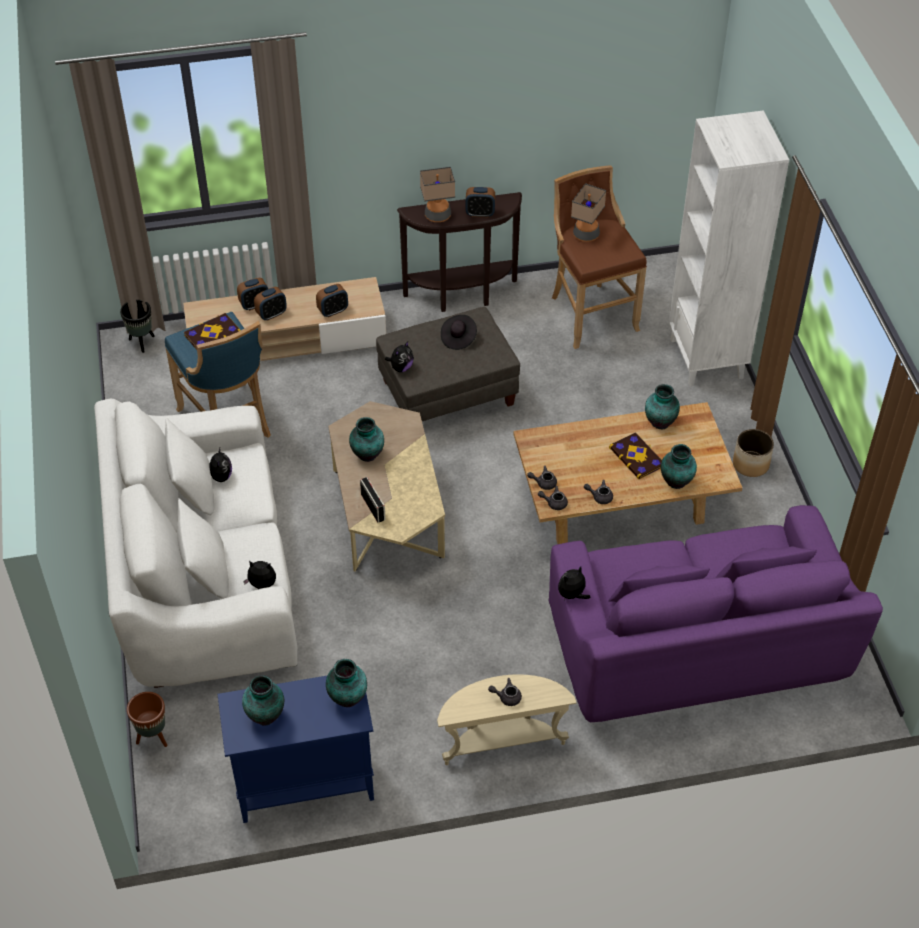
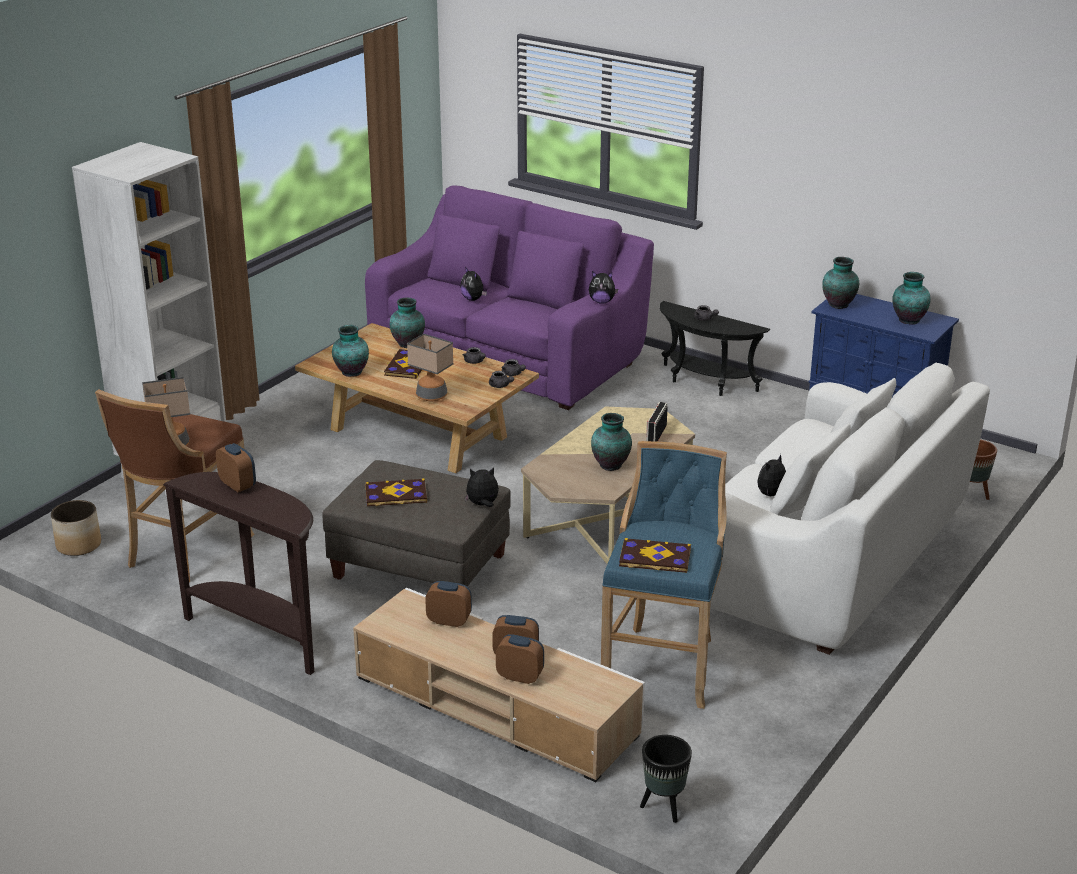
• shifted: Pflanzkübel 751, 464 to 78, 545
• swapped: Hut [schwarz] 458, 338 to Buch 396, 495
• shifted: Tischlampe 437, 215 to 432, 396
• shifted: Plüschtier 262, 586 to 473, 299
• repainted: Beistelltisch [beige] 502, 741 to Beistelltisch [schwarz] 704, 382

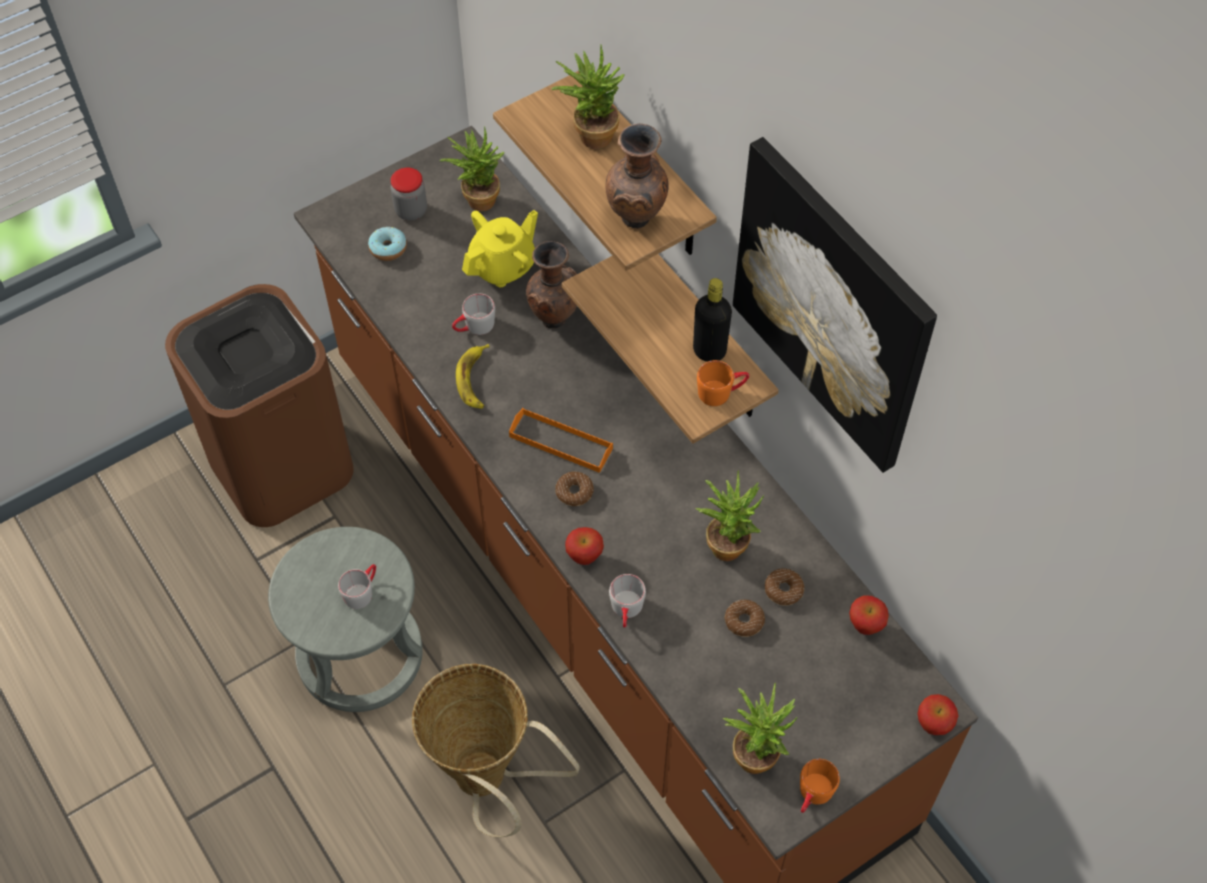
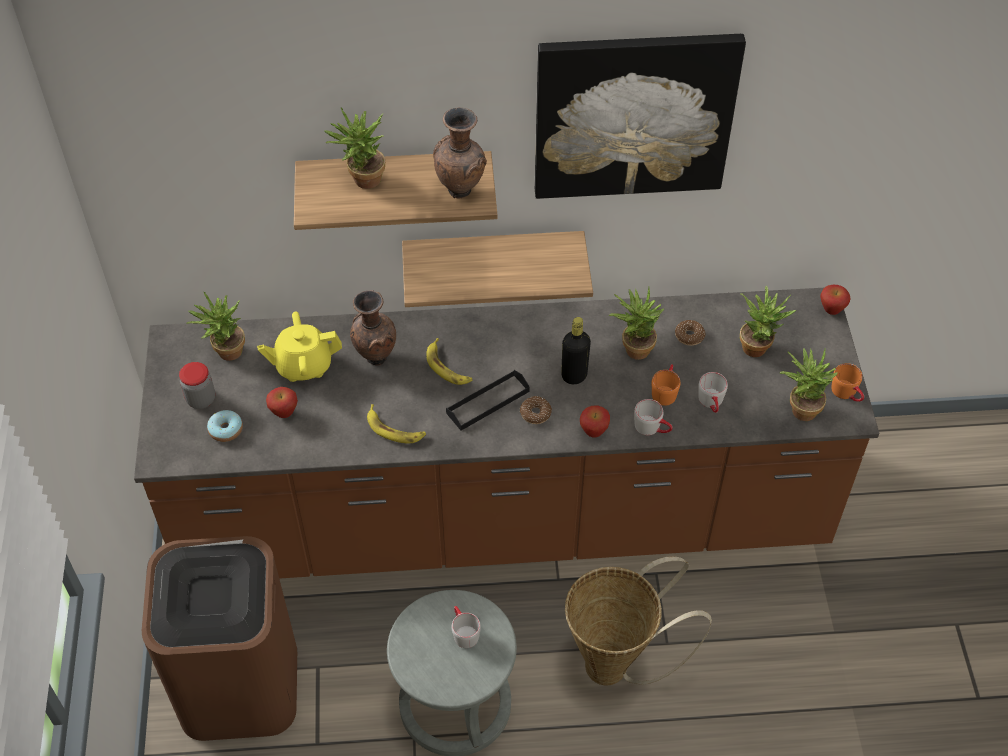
• rotated: Teekanne [gelb] 503, 266 = 303, 365 90 degrees counterclockwise
• shifted: Apfel 865, 627 to 284, 413
• new: Banane 447, 367
• repainted: Tablett [orange] 561, 442 to Tablett [schwarz] 488, 402
• shifted: Flasche [schwarz] 709, 351 to 574, 375
• shifted: Henkelbecher [orange] 721, 391 to 665, 391
• shifted: Henkelbecher [grau] 474, 327 to 712, 403
• new: Topfpflanze 758, 346
• gone: Donut 744, 621

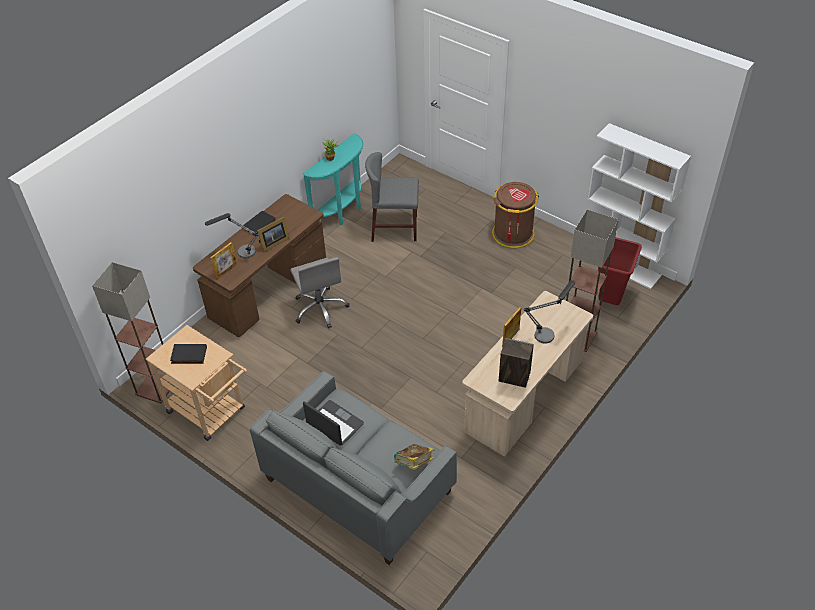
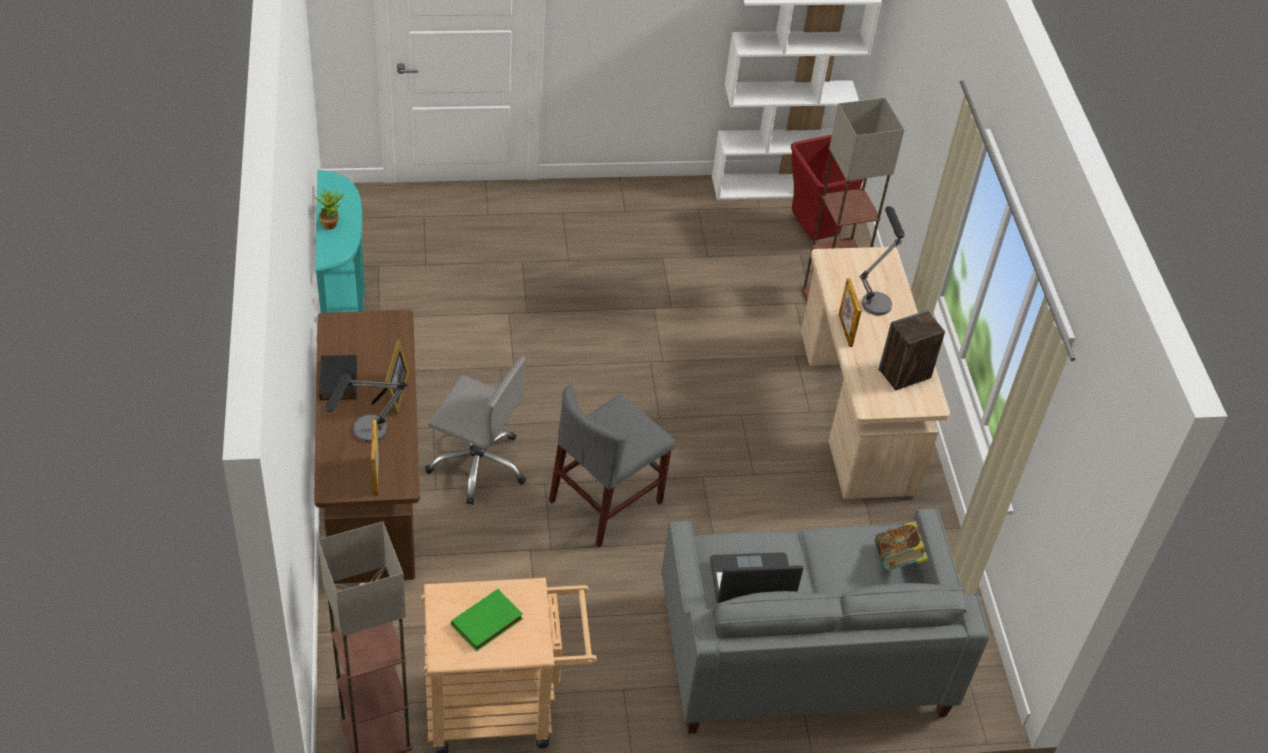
• repainted: Buch [schwarz] 188, 356 to Buch [grün] 487, 623
• shifted: Stuhl [grau] 394, 228 to 606, 501
• gone: Mülleimer [braun] 513, 234

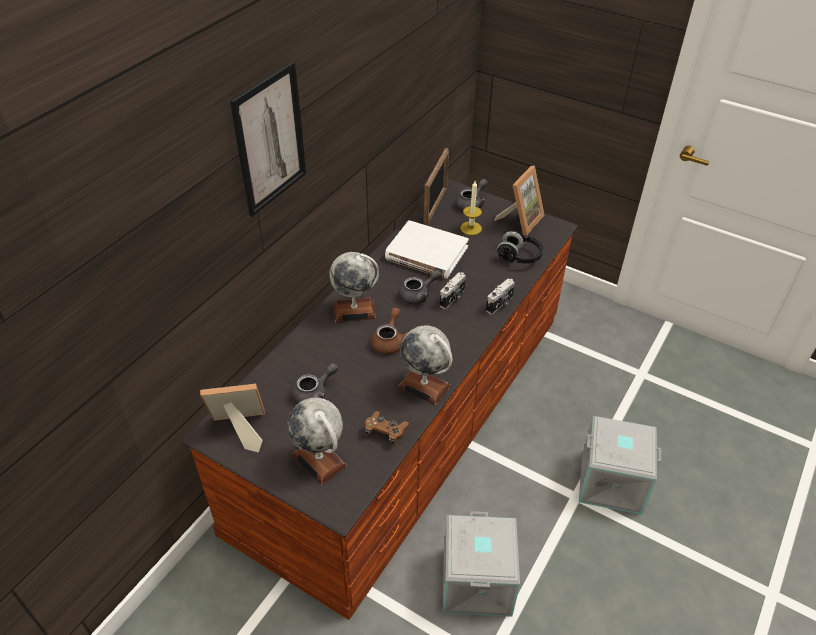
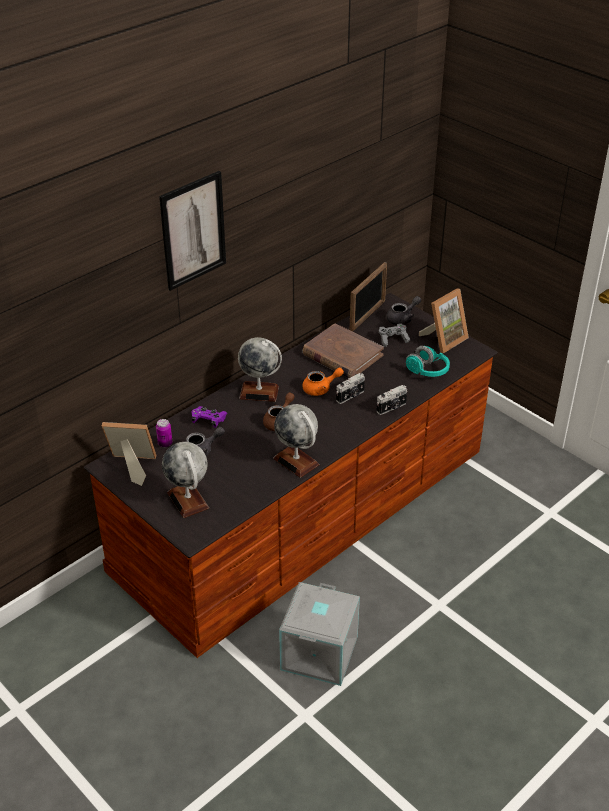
• new: Dose 165, 443
• new: Gamepad [lila] 208, 420
• repainted: Teekanne [grau] 418, 295 to Teekanne [orange] 320, 389
• repainted: Buch [weiß] 426, 253 to Buch [braun] 342, 355
• swapped: Kerze 471, 228 to Gamepad [grau] 393, 339
• repainted: Kopfhörer [schwarz] 519, 257 to Kopfhörer [türkis] 427, 371
• gone: Gamepad [braun] 386, 432
• gone: Aufbewahrungsbox [grau] 611, 481

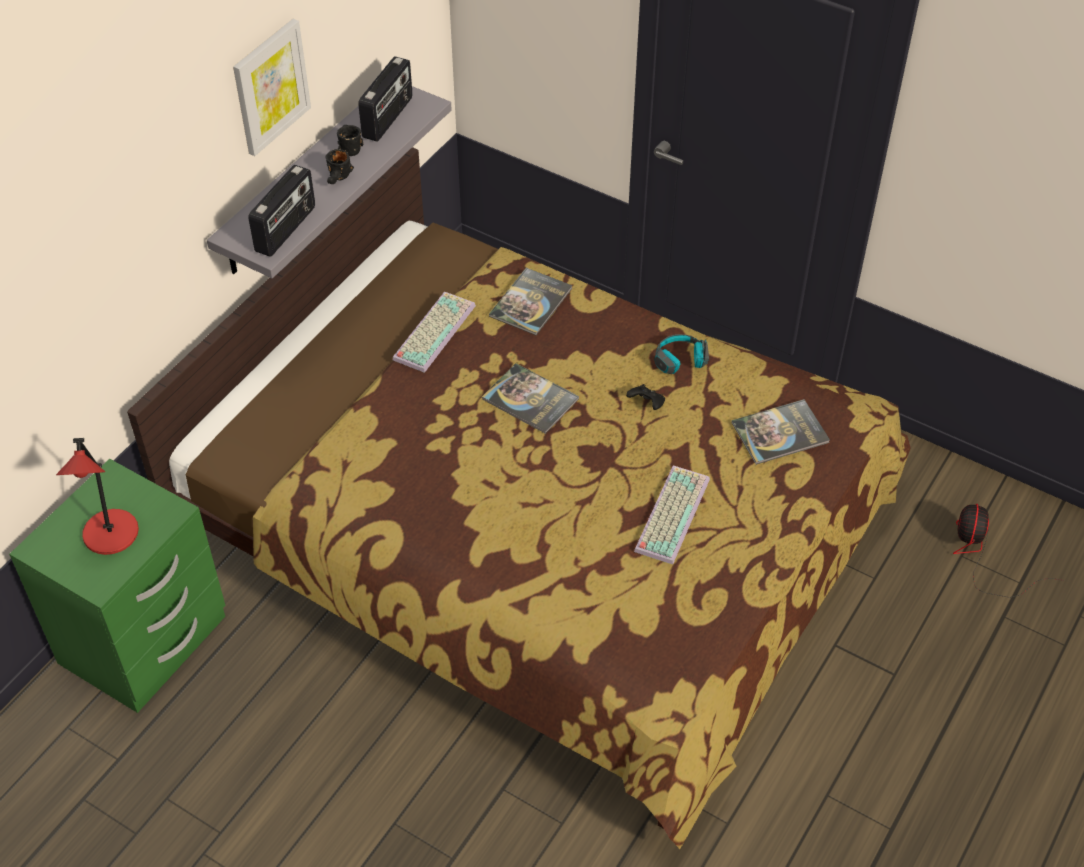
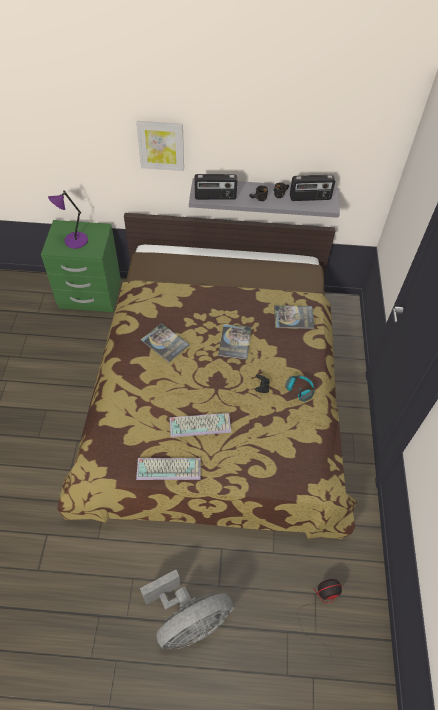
• repainted: Tischlampe [rot] 110, 535 to Tischlampe [lila] 74, 241
• shifted: Bild 270, 86 to 161, 145
• shifted: Tastatur 433, 331 to 169, 468
• new: Ventilator [grau] 188, 620
• shifted: Buch 780, 433 to 165, 343

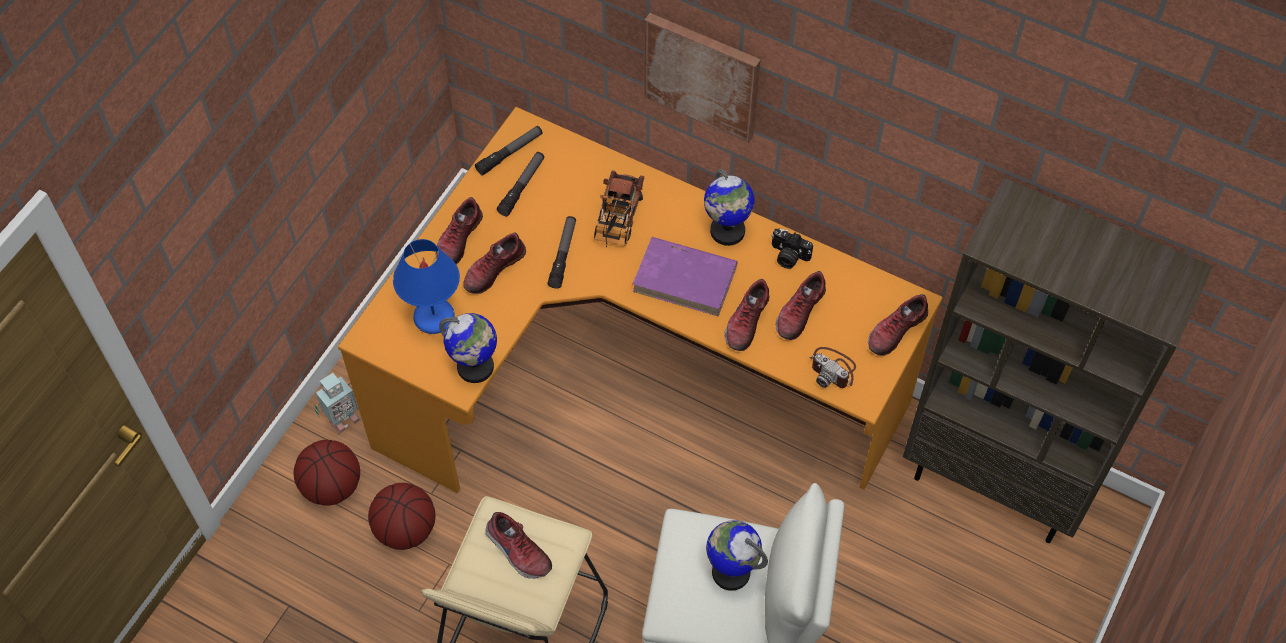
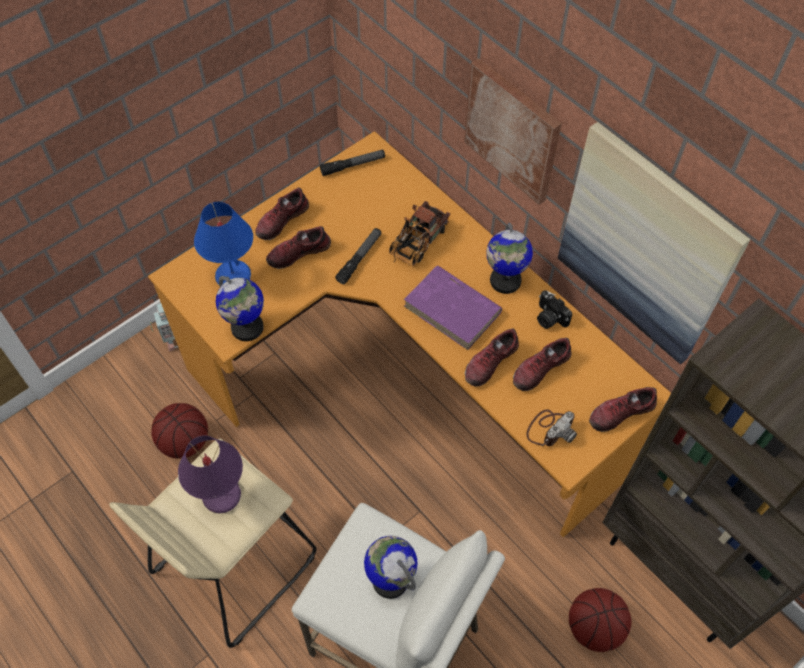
• swapped: Schuh 517, 551 to Tischlampe [lila] 222, 495
• rotated: Kamera 833, 369 = 550, 429 105 degrees counterclockwise
• new: Bild 645, 246
• shifted: Basketball 332, 486 to 595, 627
• gone: Taschenlampe 522, 187

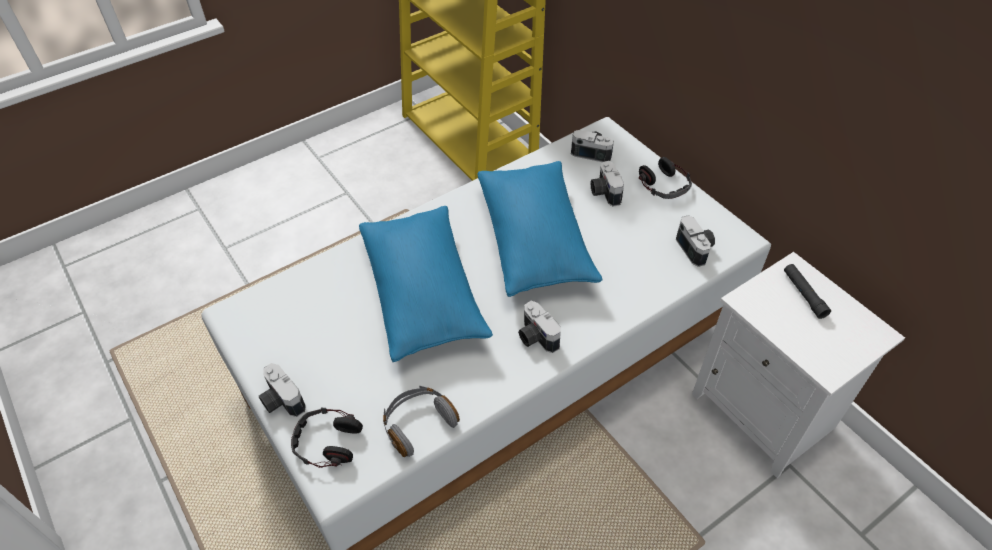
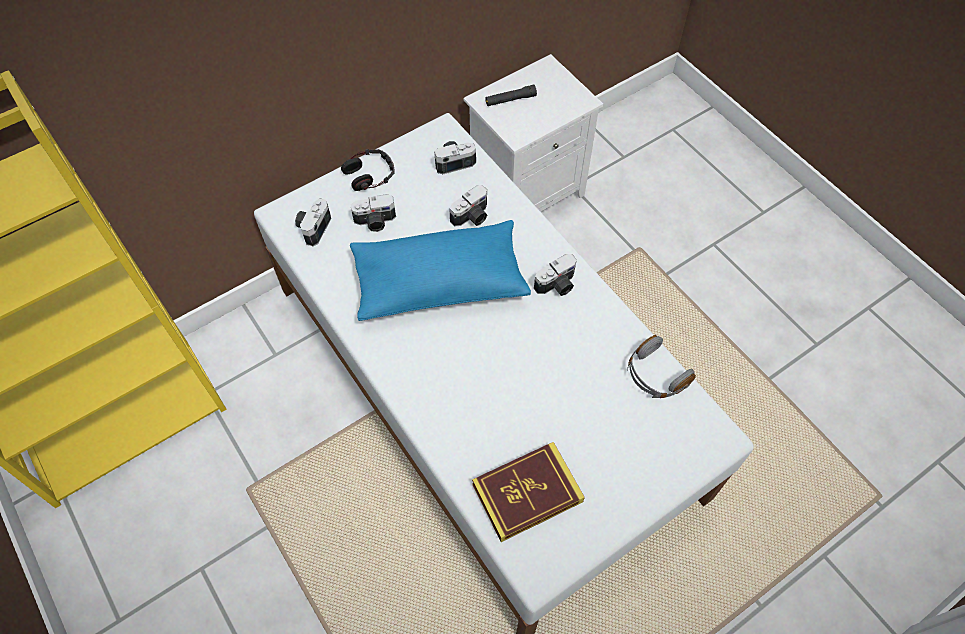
• shifted: Kamera 280, 401 to 472, 217
• new: Buch 527, 493
• gone: Kopfhörer 327, 442
• gone: Kissen [blau] 423, 294

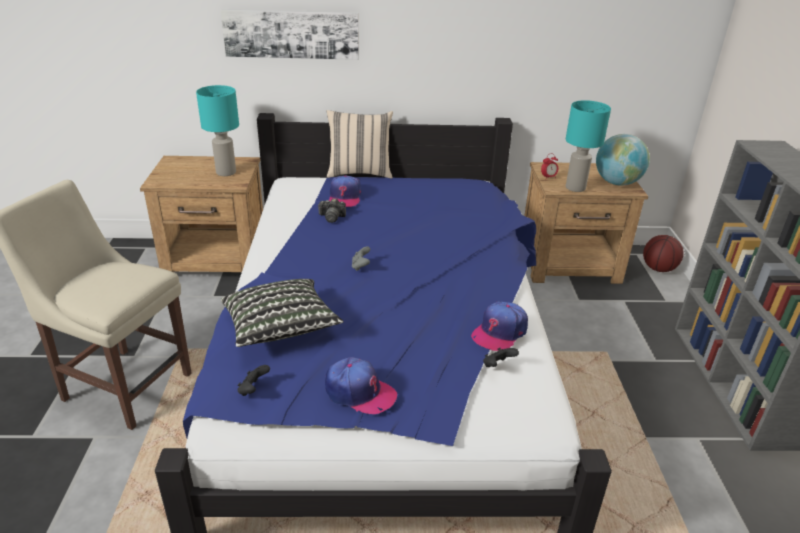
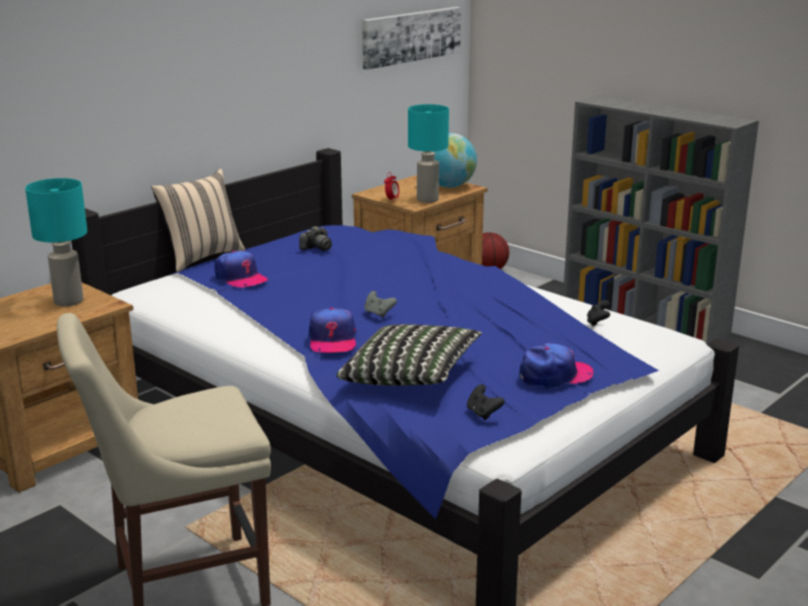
• shifted: Kamera 332, 217 to 317, 248
• shifted: Kappe 499, 332 to 332, 340
• shifted: Bild 291, 33 to 411, 36

